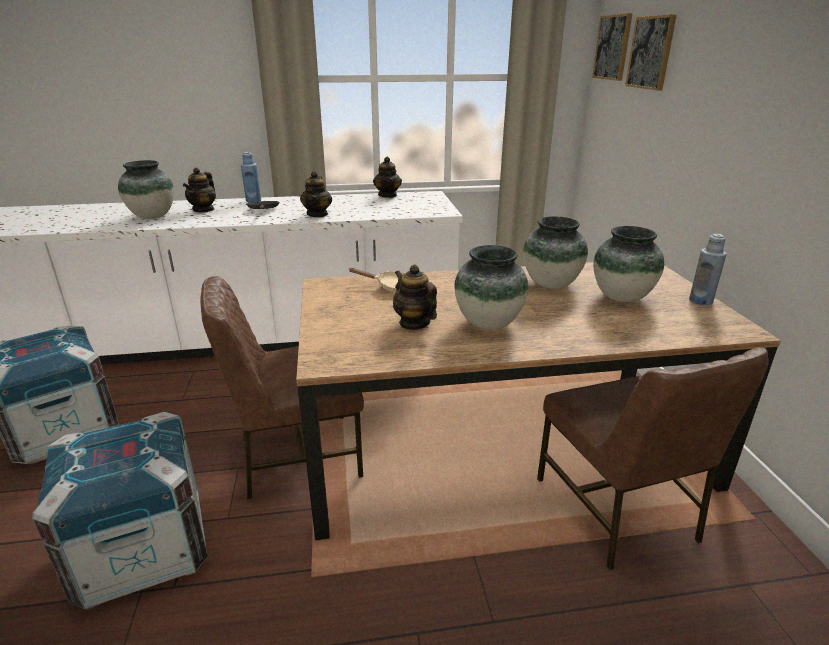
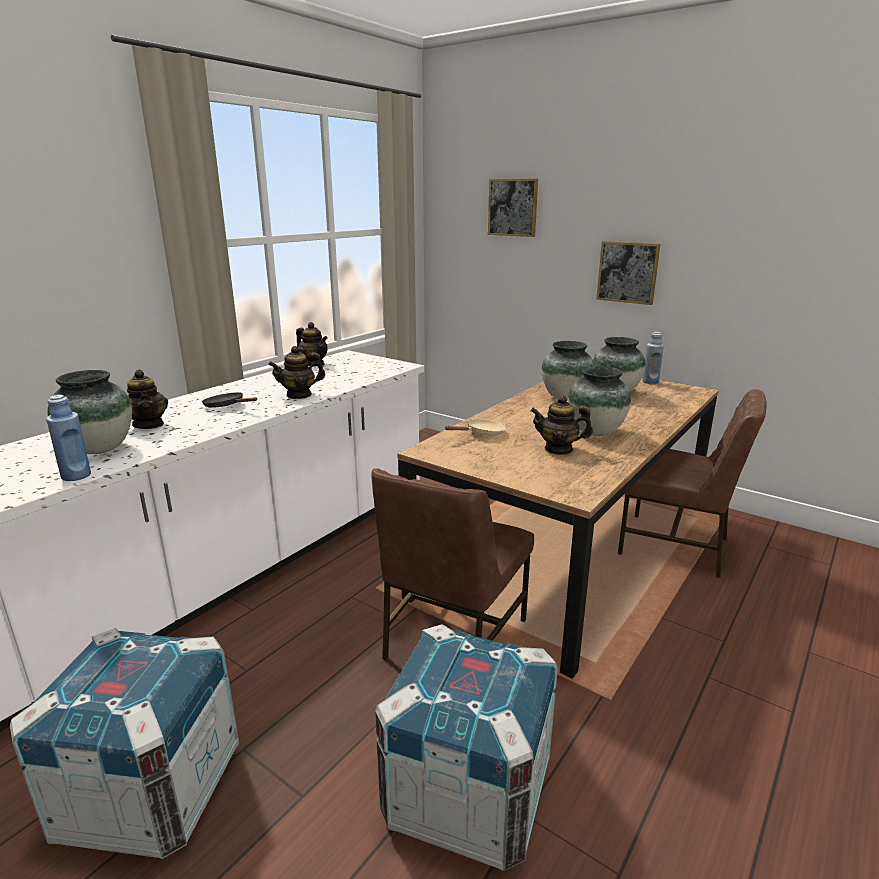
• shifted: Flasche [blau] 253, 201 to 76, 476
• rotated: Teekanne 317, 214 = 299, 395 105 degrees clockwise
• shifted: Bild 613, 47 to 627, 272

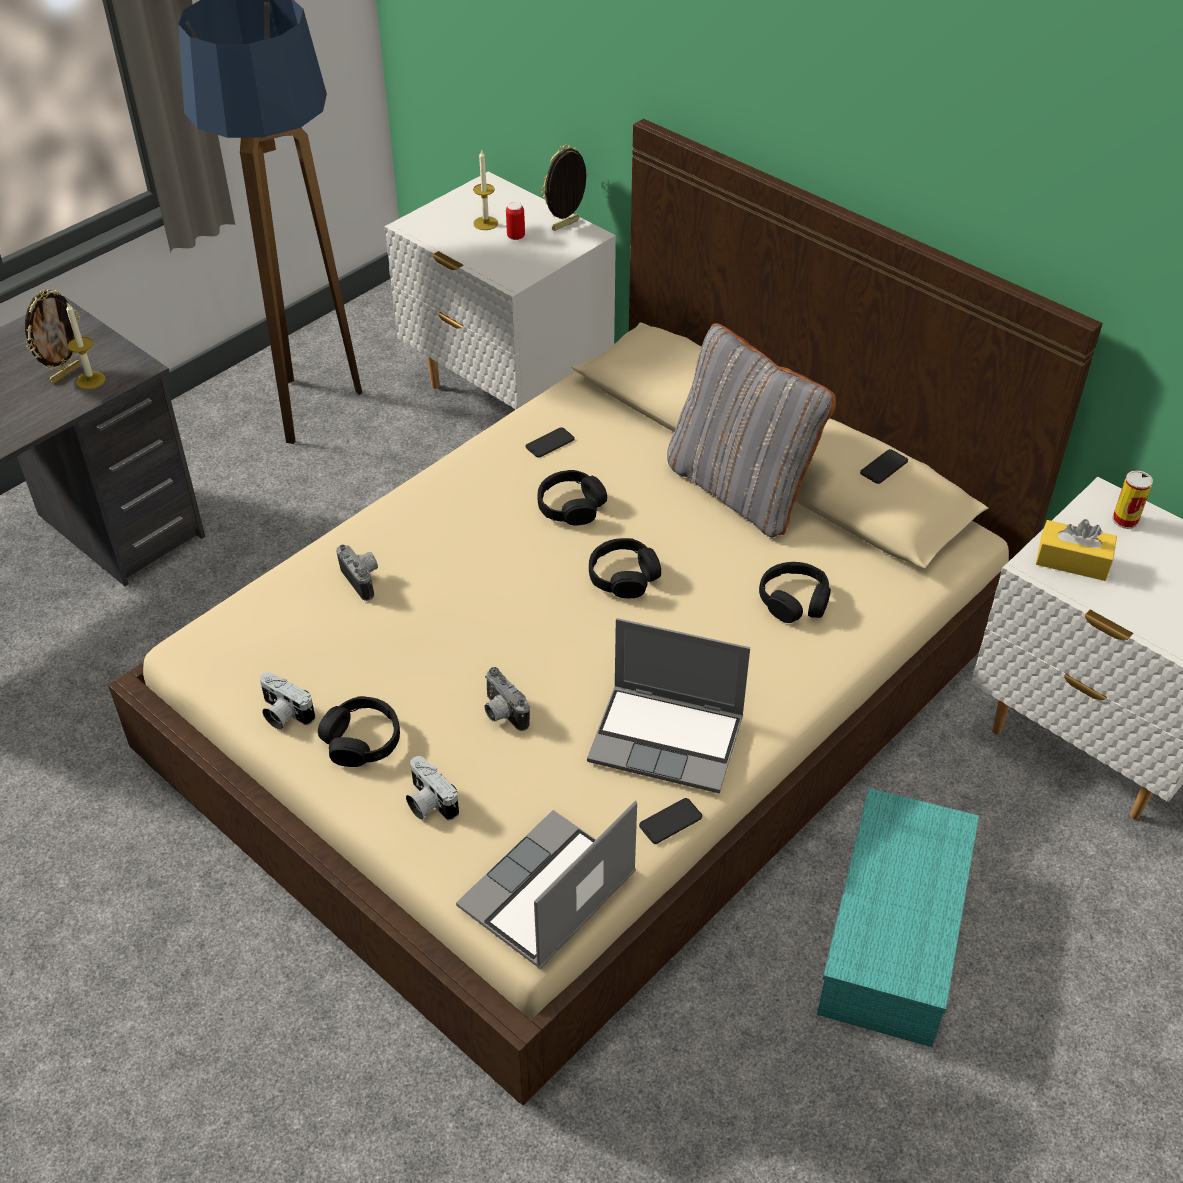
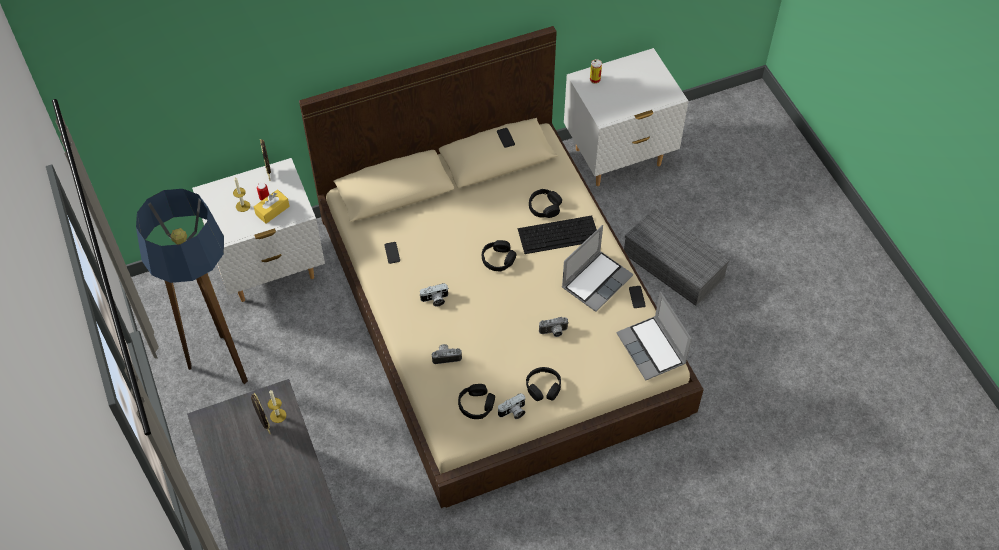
• shifted: Taschentuchbox [gelb] 1072, 561 to 272, 210
• shifted: Kamera 428, 803 to 435, 300
• shifted: Kopfhörer [schwarz] 571, 506 to 476, 405
• new: Tastatur 559, 234
• repainted: Aufbewahrungsbox [türkis] 895, 937 to Aufbewahrungsbox [grau] 675, 265
• gone: Kissen [grau] 741, 489

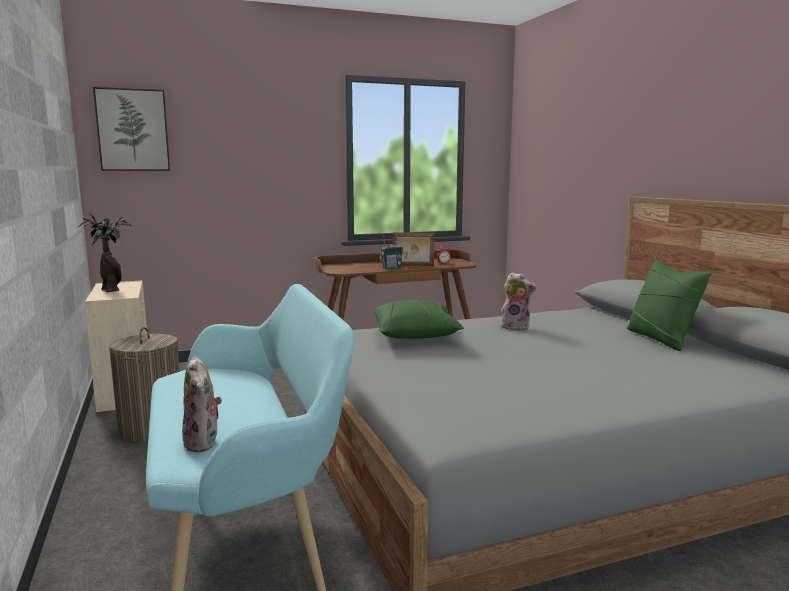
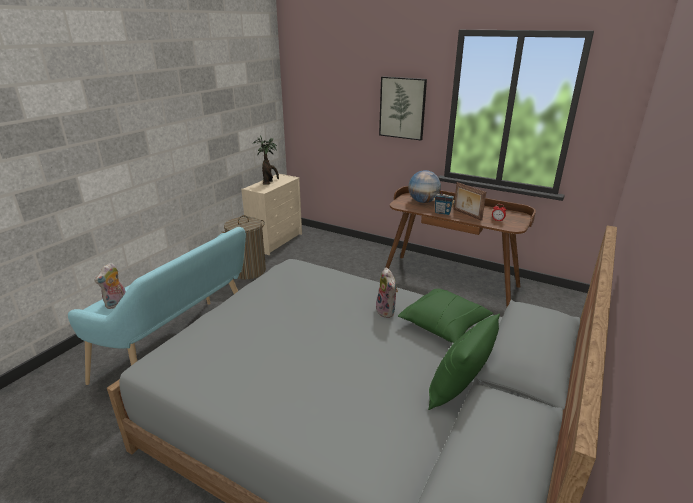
• shifted: Bild 133, 130 to 402, 108
• shifted: Kissen [grün] 415, 334 to 444, 325
• new: Globus 423, 201

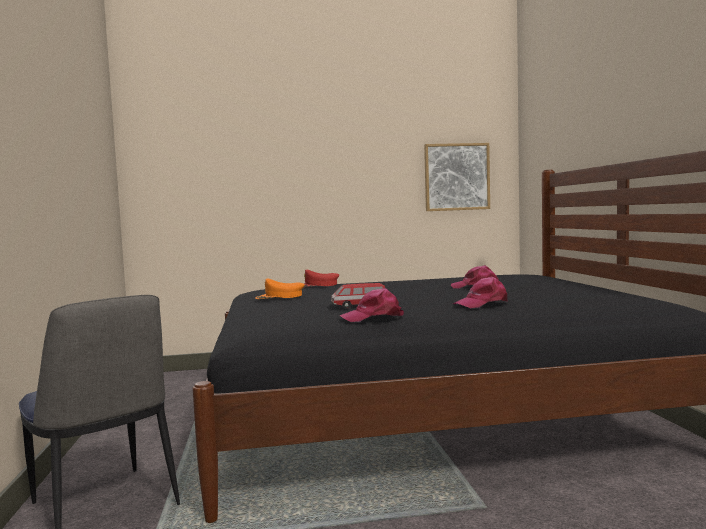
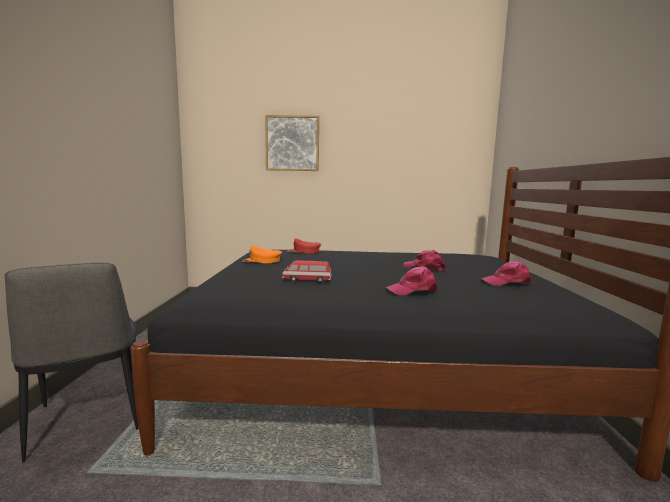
• shifted: Bild 456, 177 to 292, 143
• shifted: Kappe [rosa] 373, 317 to 507, 282

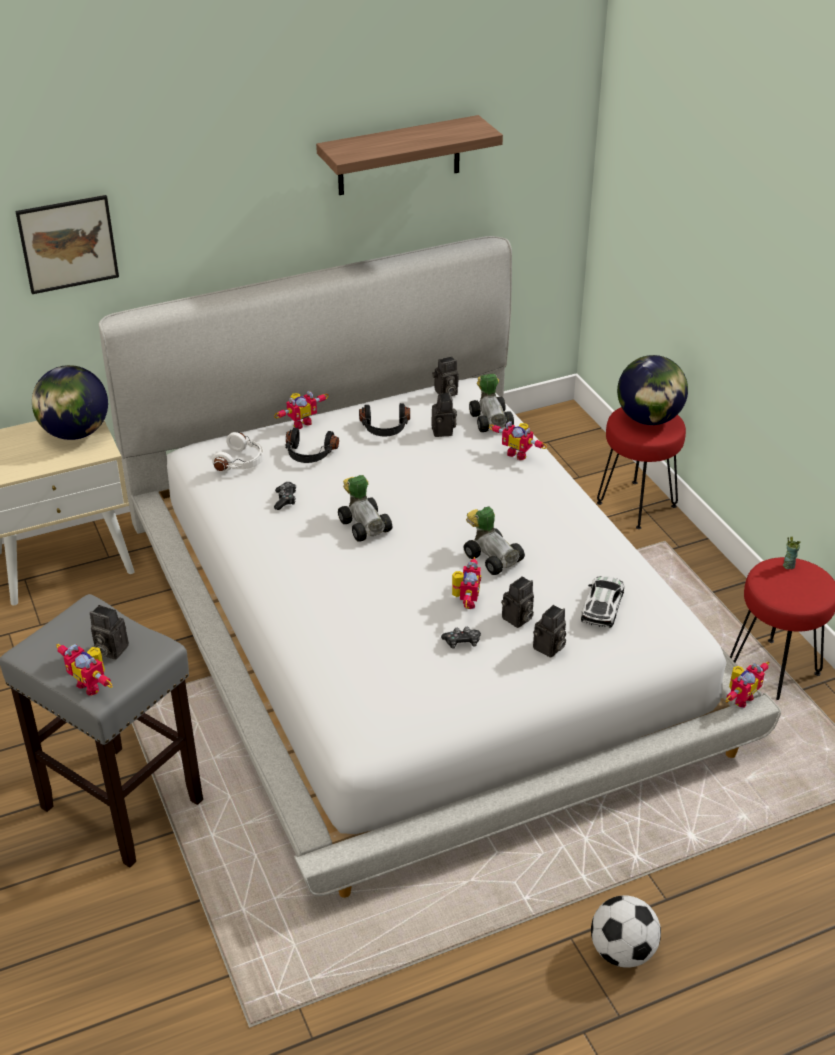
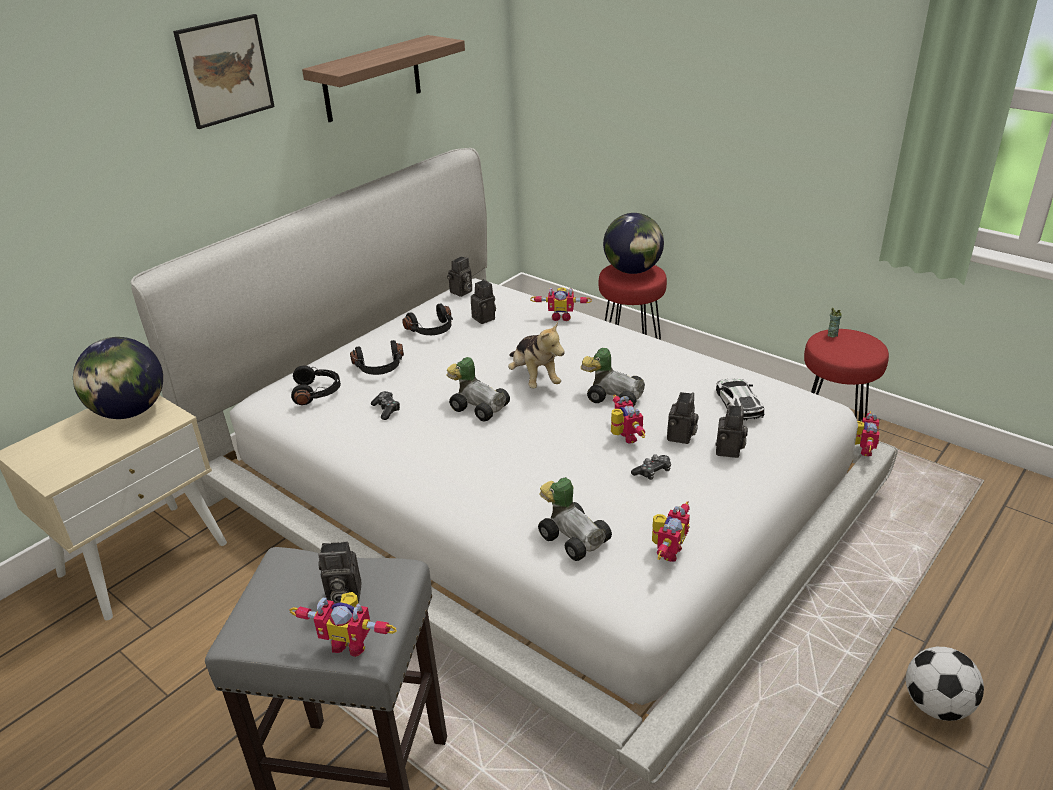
• shifted: Bild 68, 244 to 225, 71
• repainted: Kopfhörer [weiß] 241, 462 to Kopfhörer [schwarz] 317, 392
• new: Plüschtier 534, 378
• shifted: Spielzeugauto 491, 419 to 573, 536
• shifted: Spielzeugroboter 300, 422 to 667, 551

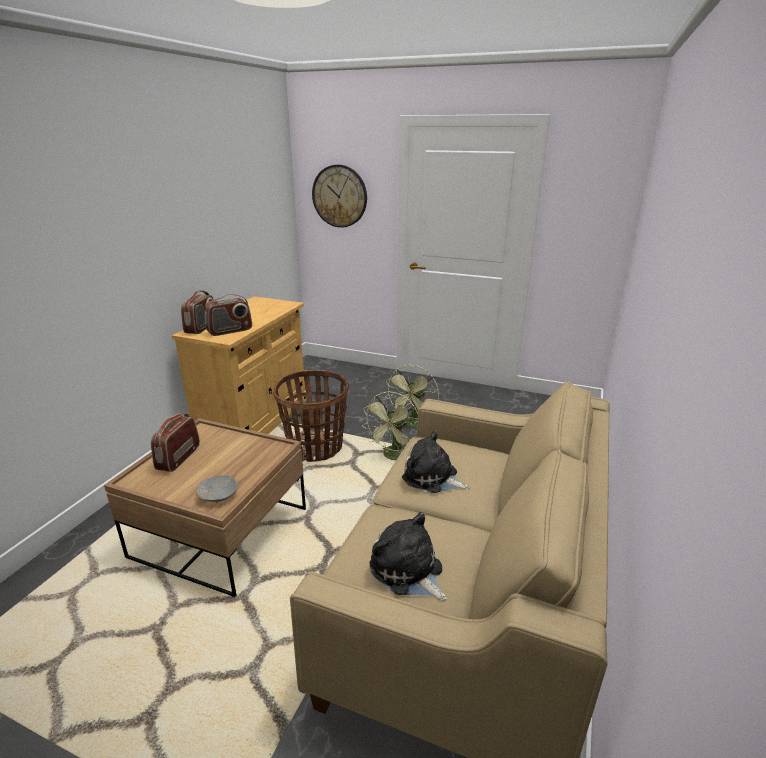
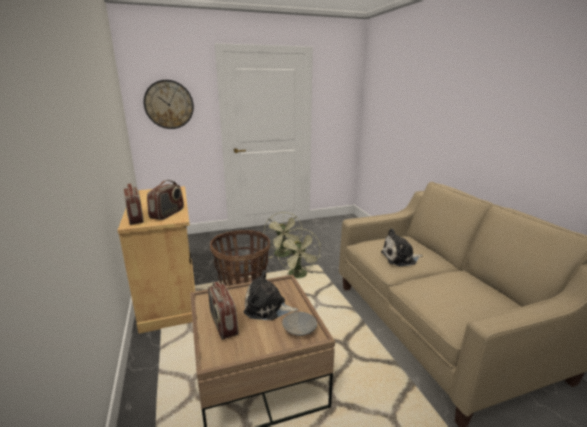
• shifted: Plüschtier 408, 571 to 267, 308

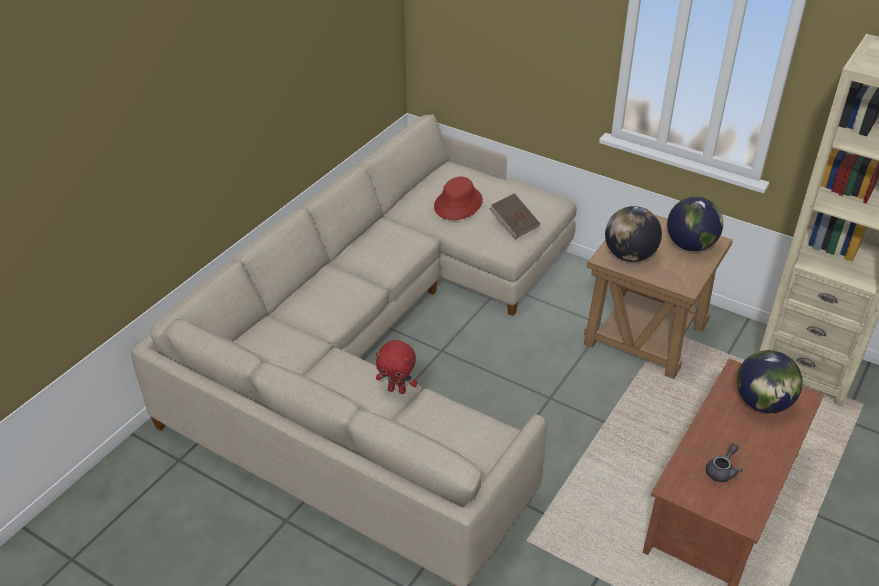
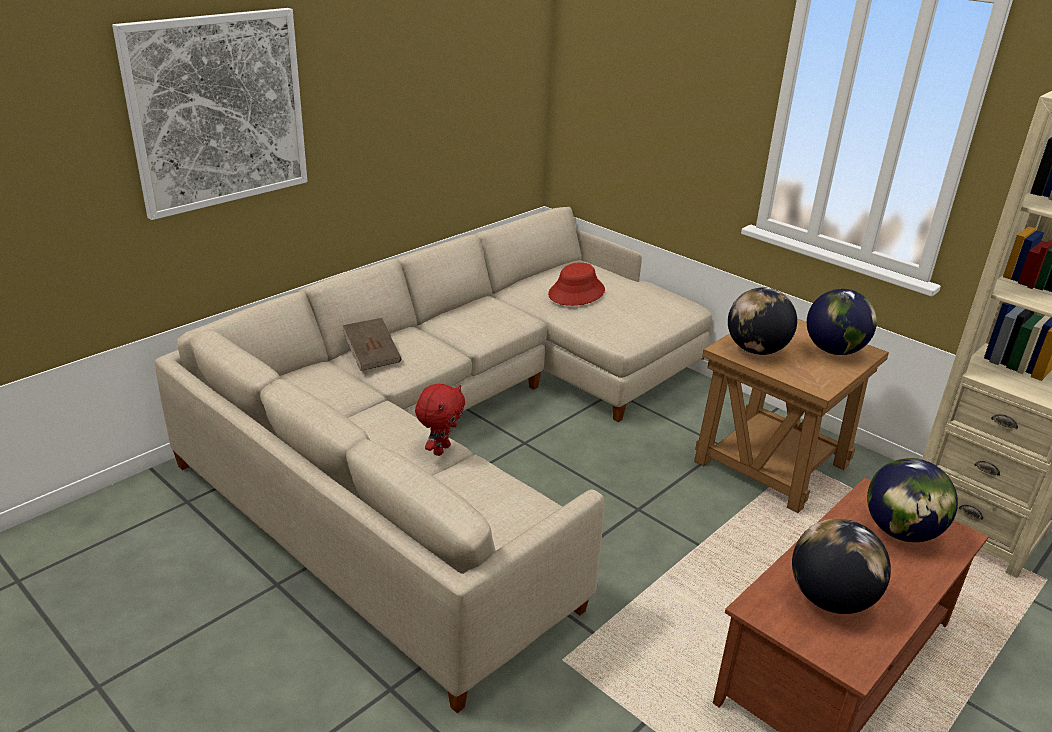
• new: Bild 218, 111
• shifted: Buch [braun] 514, 225 to 372, 356
• rotated: Plüschtier [rot] 397, 390 = 440, 449 90 degrees counterclockwise
• swapped: Teekanne [grau] 722, 470 to Globus 830, 599

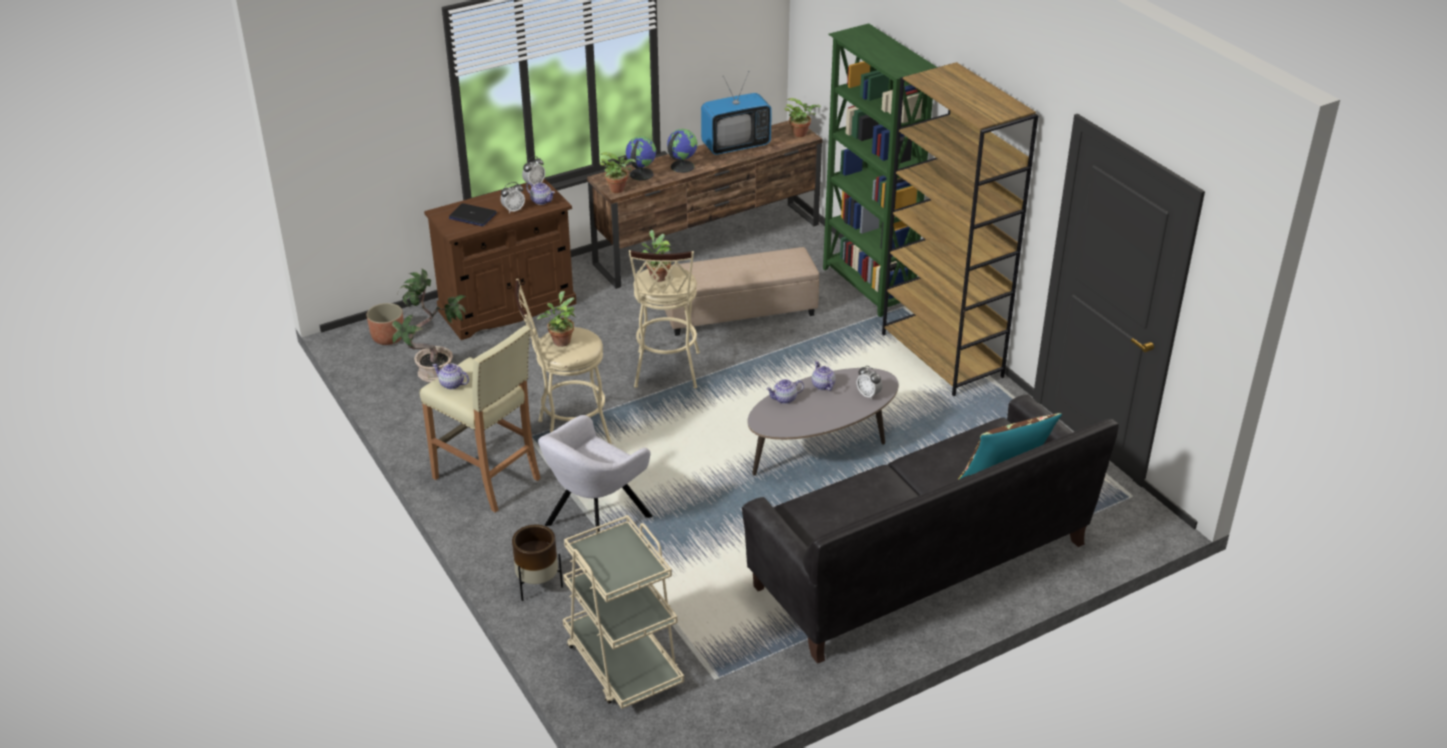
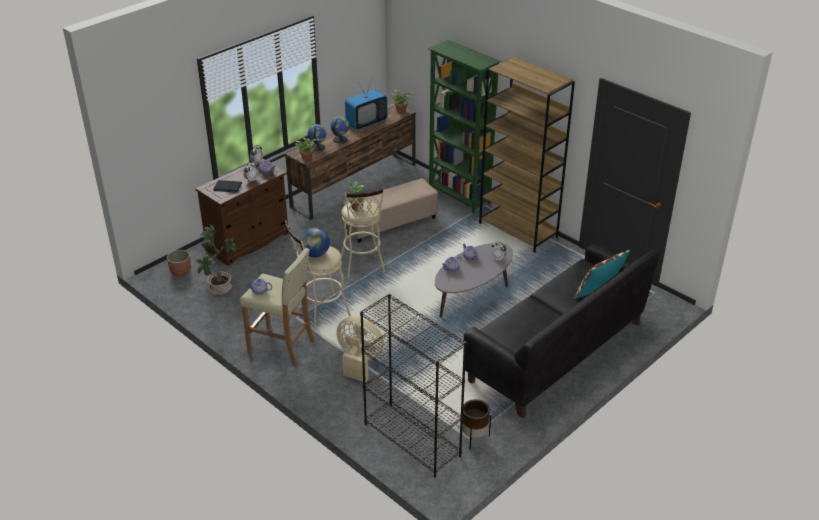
• swapped: Topfpflanze 561, 340 to Globus 315, 254
• swapped: Sessel [grau] 595, 523 to Ventilator [beige] 359, 361
• swapped: Rollwagen [beige] 622, 662 to Bücherregal [schwarz] 411, 440
• shifted: Pflanzkübel [braun] 538, 586 to 474, 438

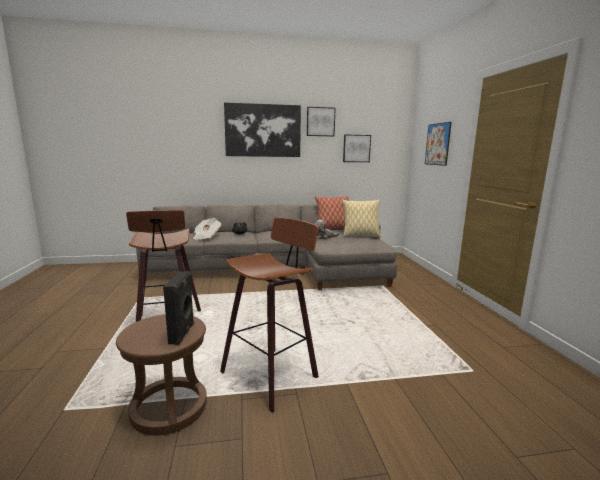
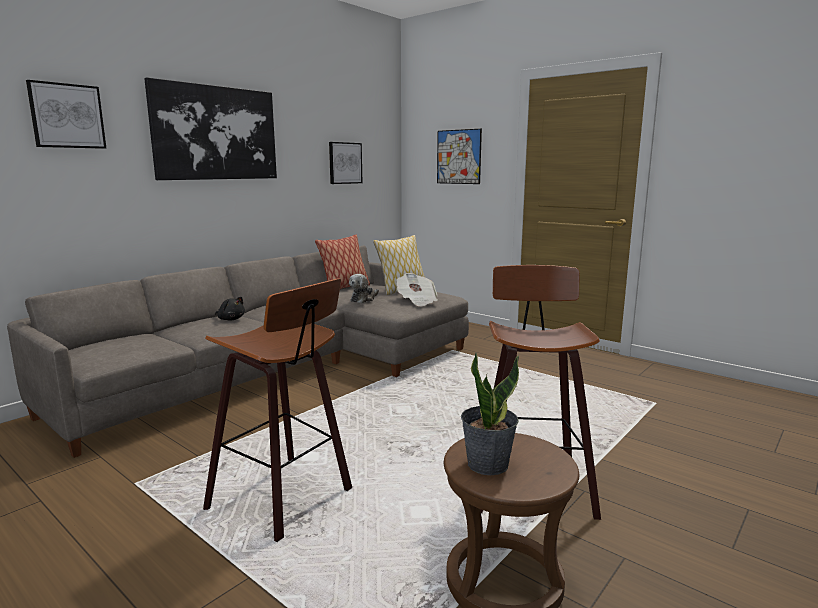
• shifted: Bild 320, 121 to 67, 116
• shifted: Zeitung 206, 236 to 417, 301
• new: Topfpflanze 487, 464
• gone: Lautsprecher [schwarz] 182, 333

